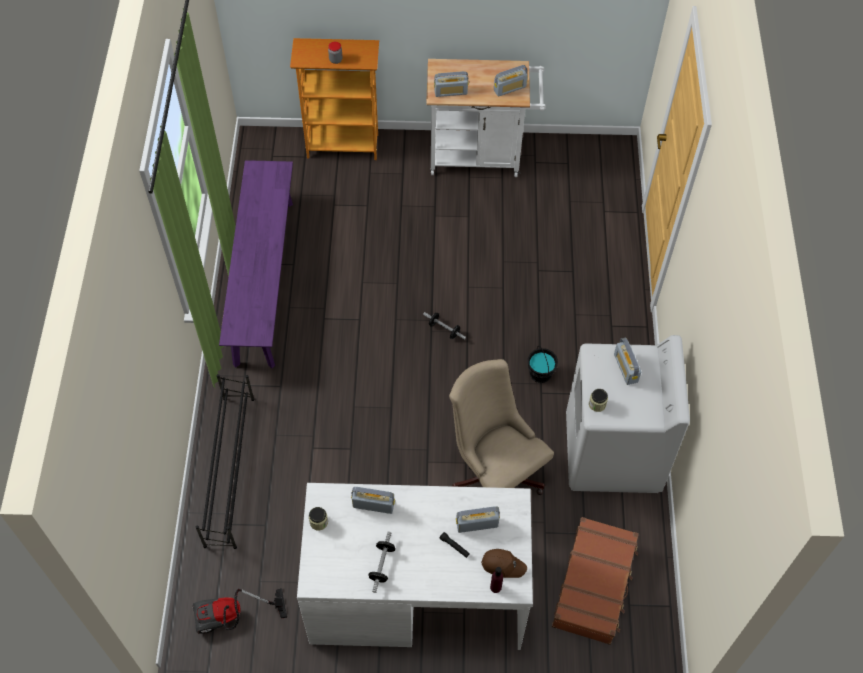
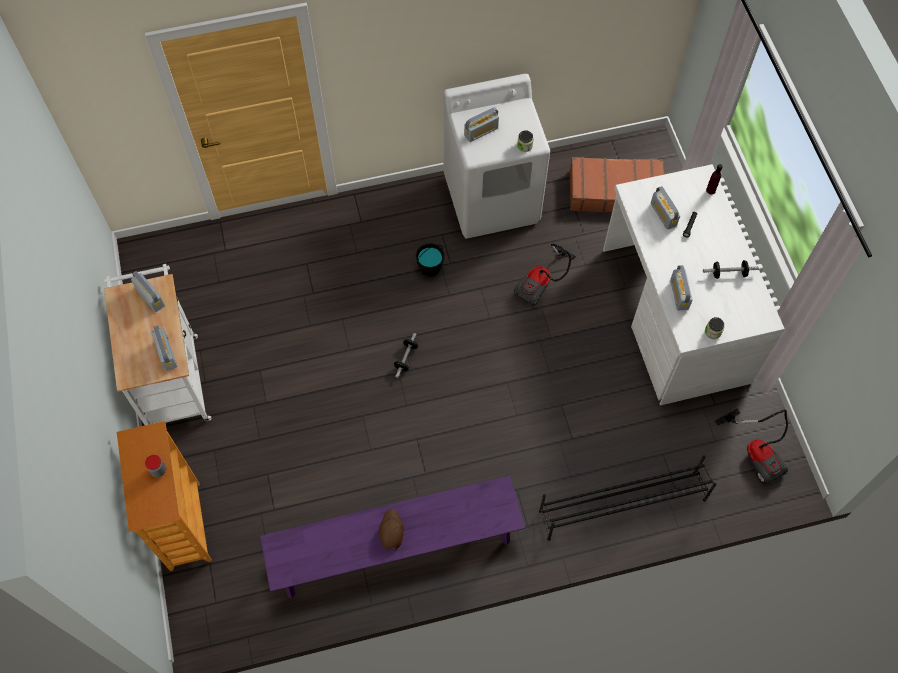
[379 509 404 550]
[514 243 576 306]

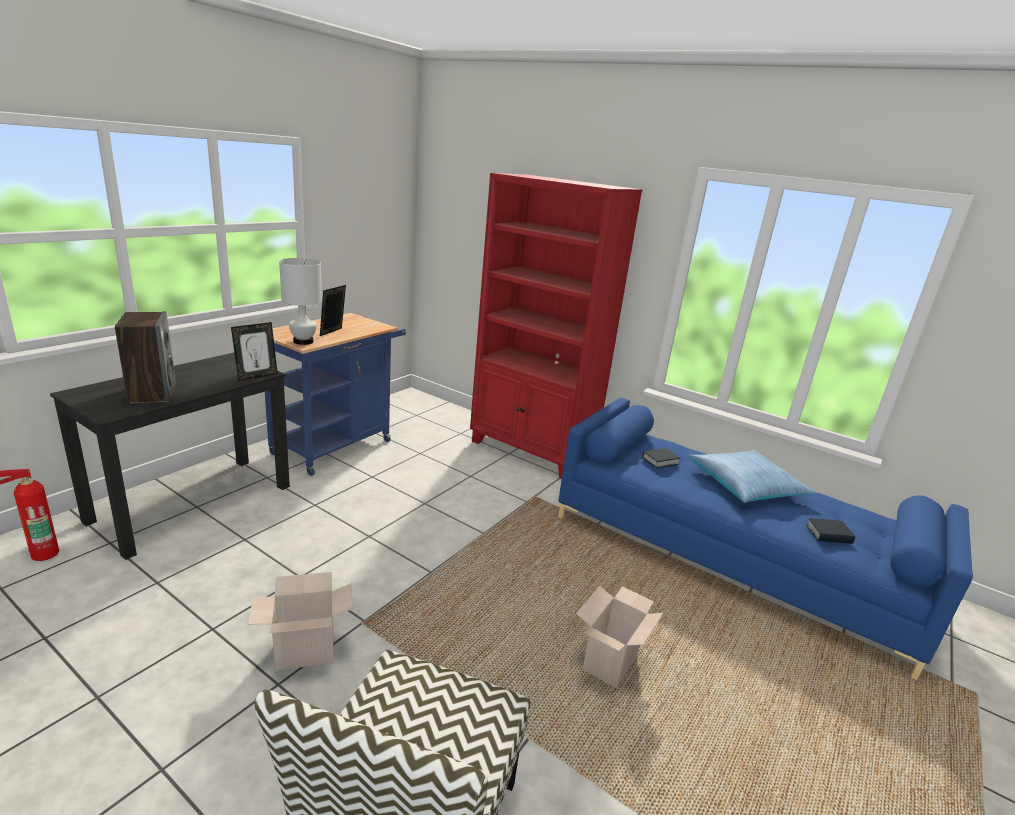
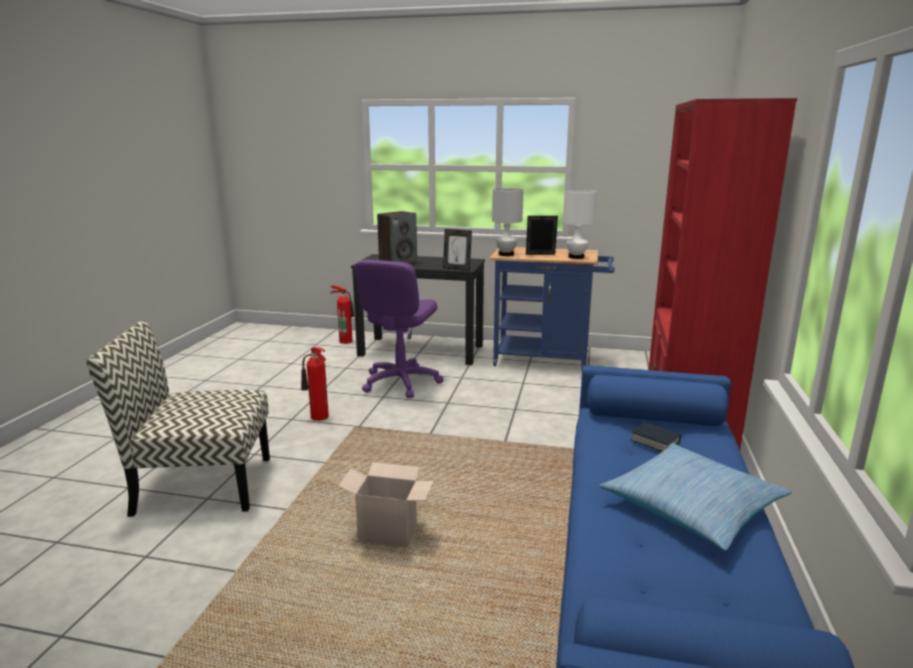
[301 347 329 421]
[354 260 443 398]
[563 189 597 259]
[806 518 855 544] (first image)

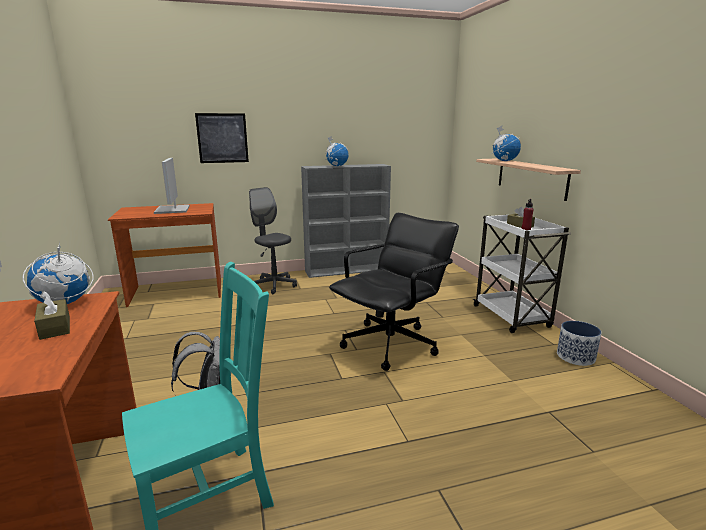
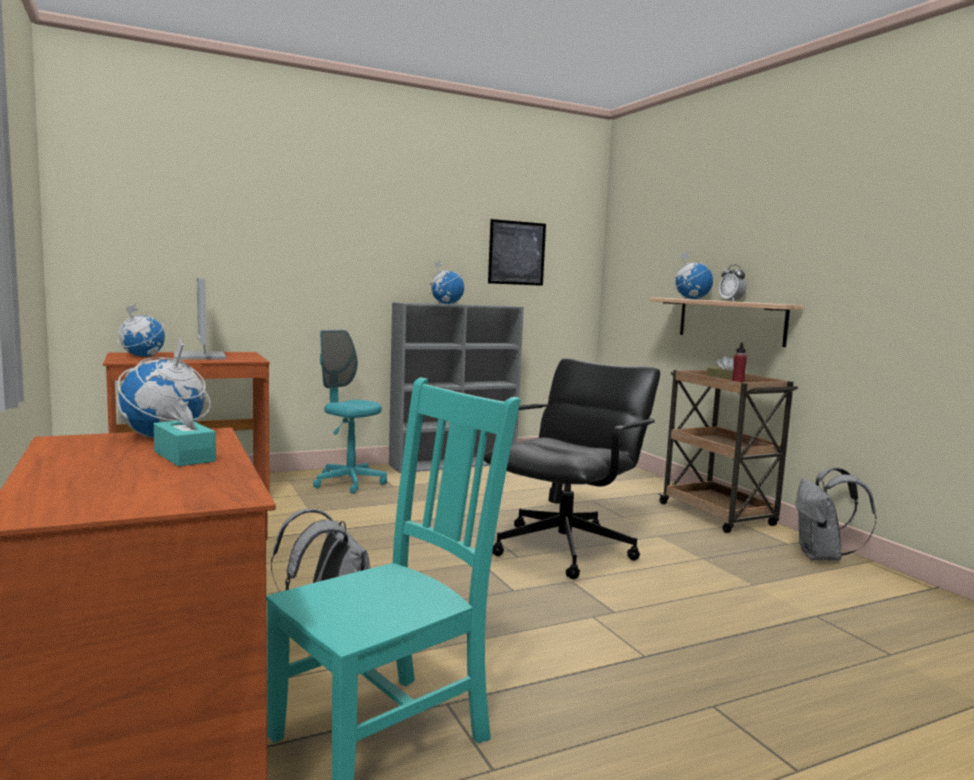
[118 304 165 357]
[154 398 216 467]
[313 329 387 494]
[488 219 546 286]
[659 370 798 533]
[719 264 747 301]
[795 467 876 561]

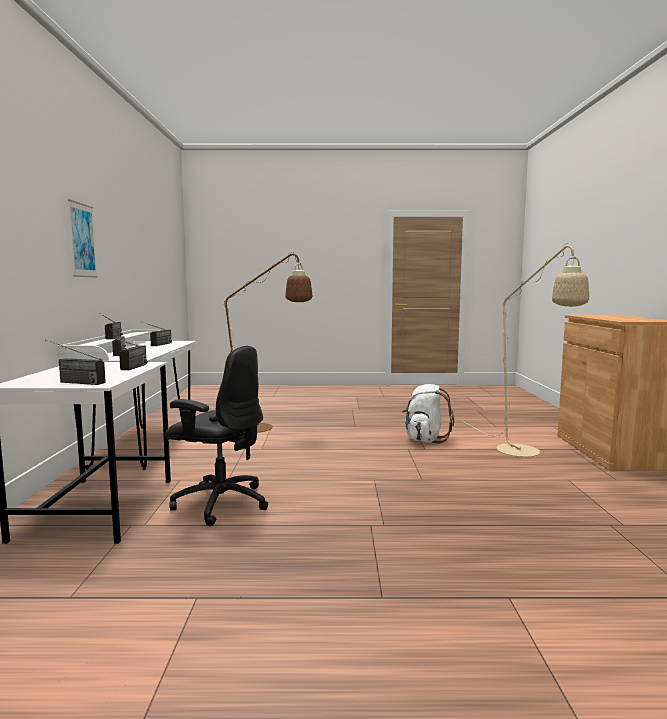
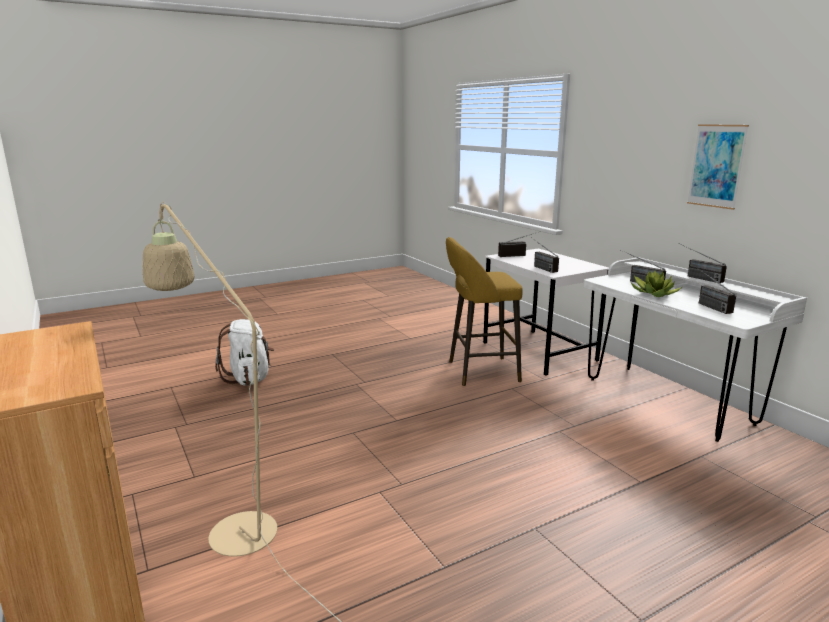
[215 319 274 386]
[446 237 523 386]
[631 271 682 297]
[177 252 312 433] (first image)

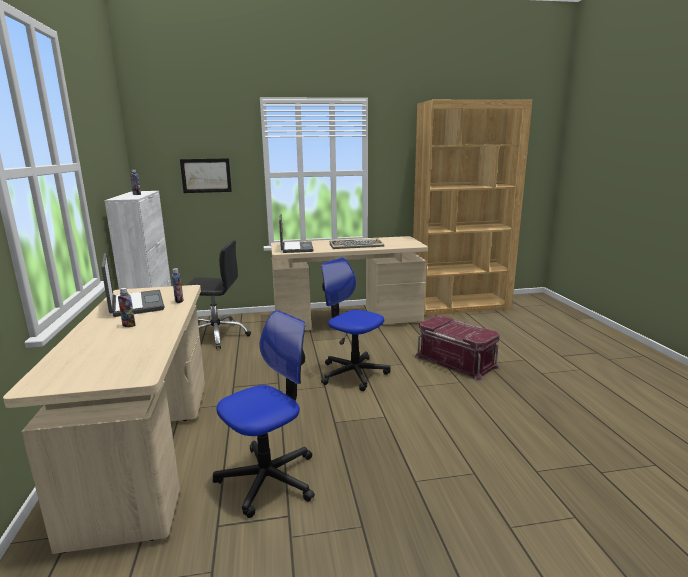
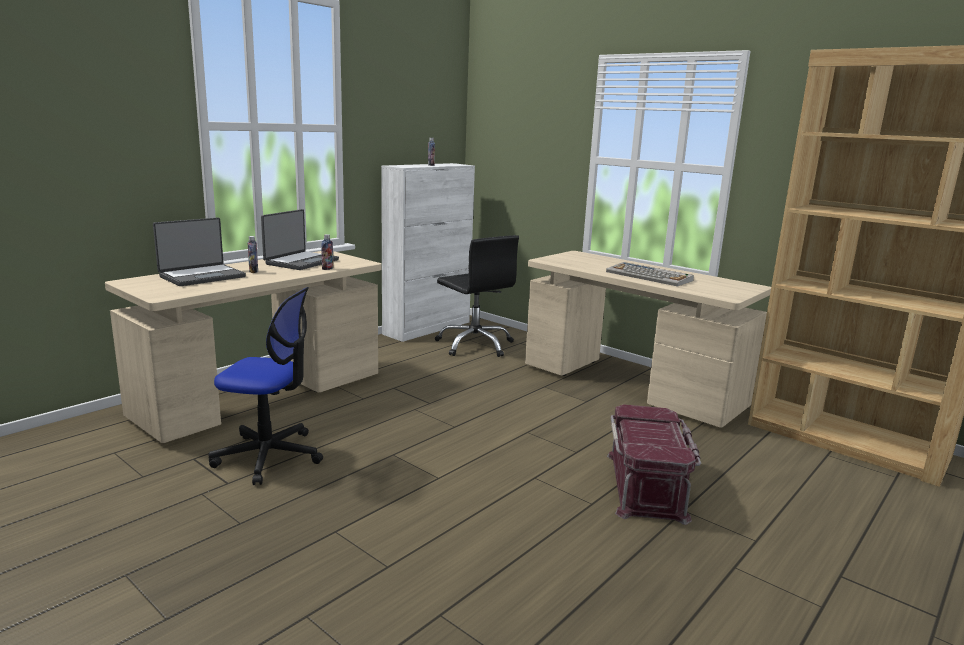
[153 218 246 286]
[180 158 232 193] (first image)
[321 258 391 391] (first image)

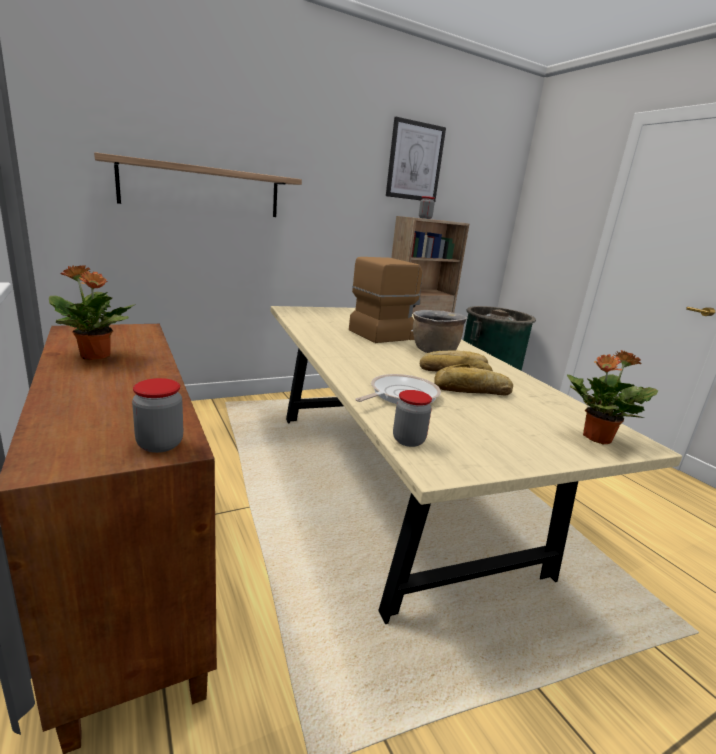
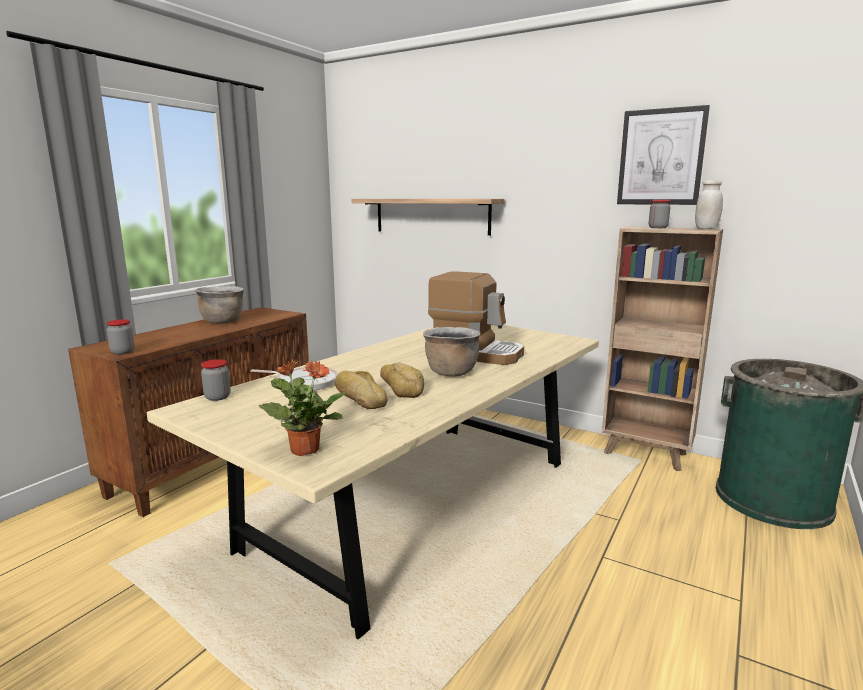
[195 286 244 324]
[695 180 723 229]

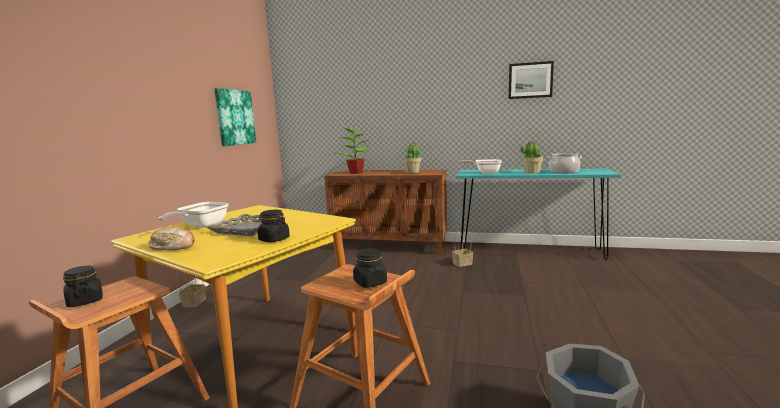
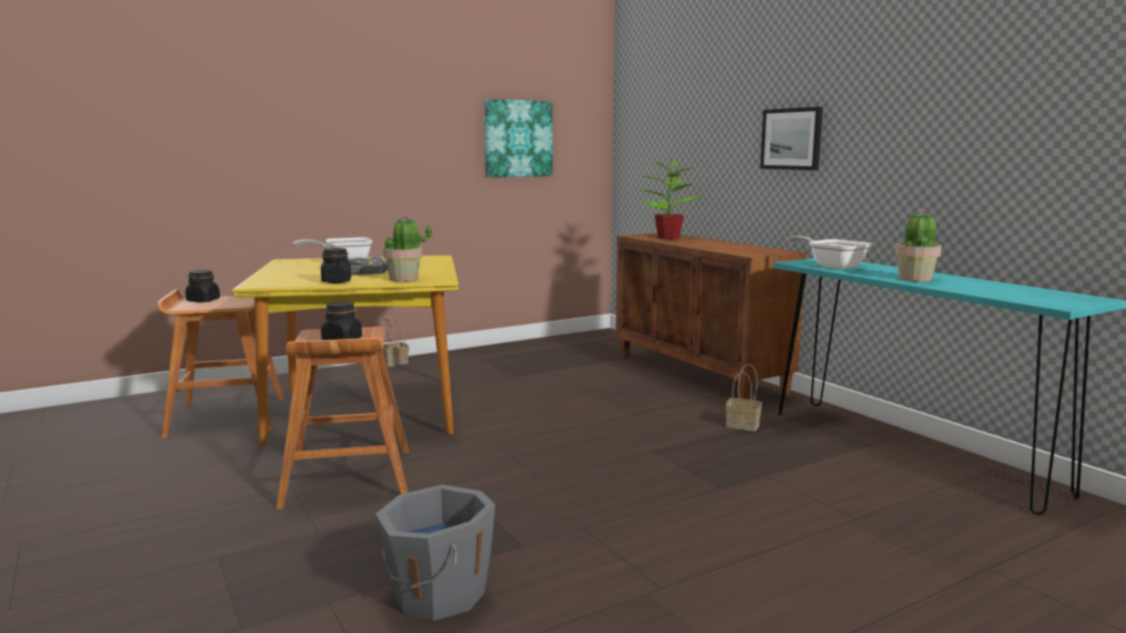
[383 215 432 282]
[760 107 823 170]
[148 227 195 250] (first image)
[548 153 582 173] (first image)

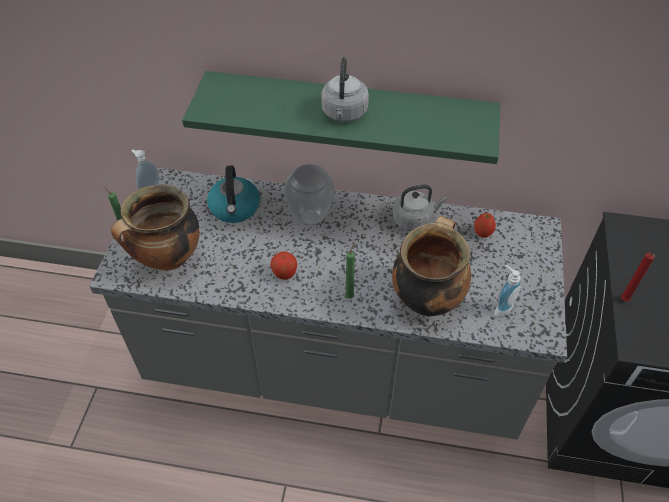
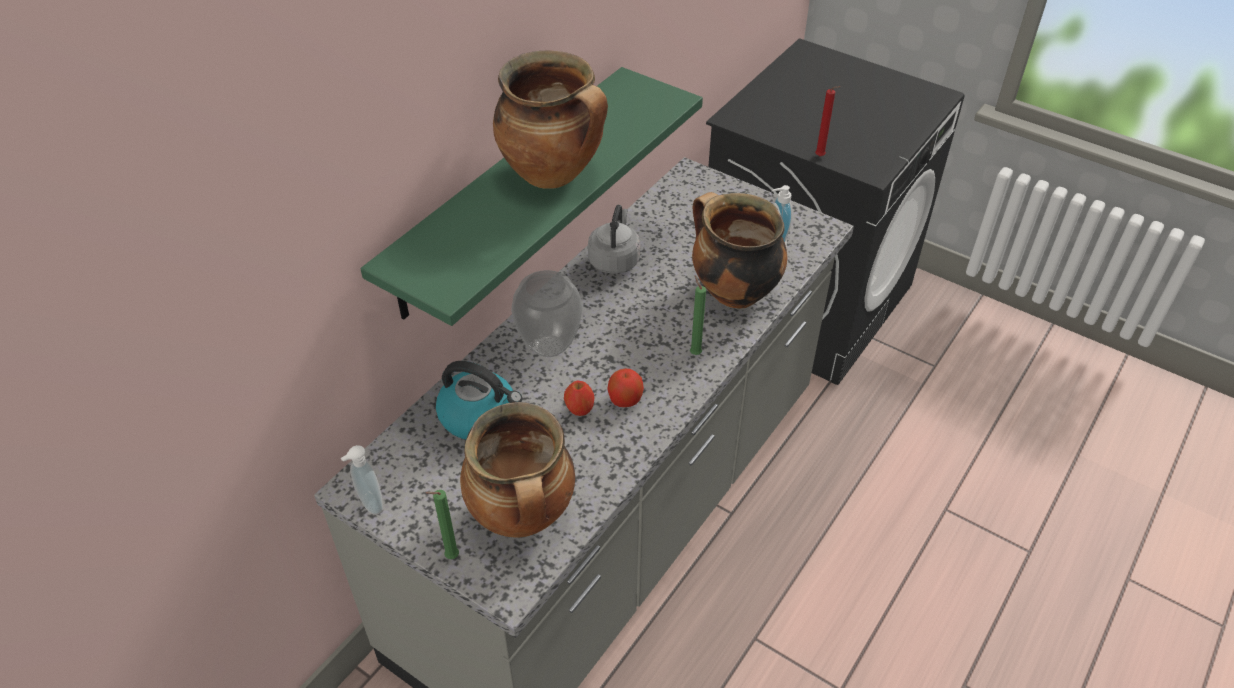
[493 50 608 189]
[564 380 594 416]

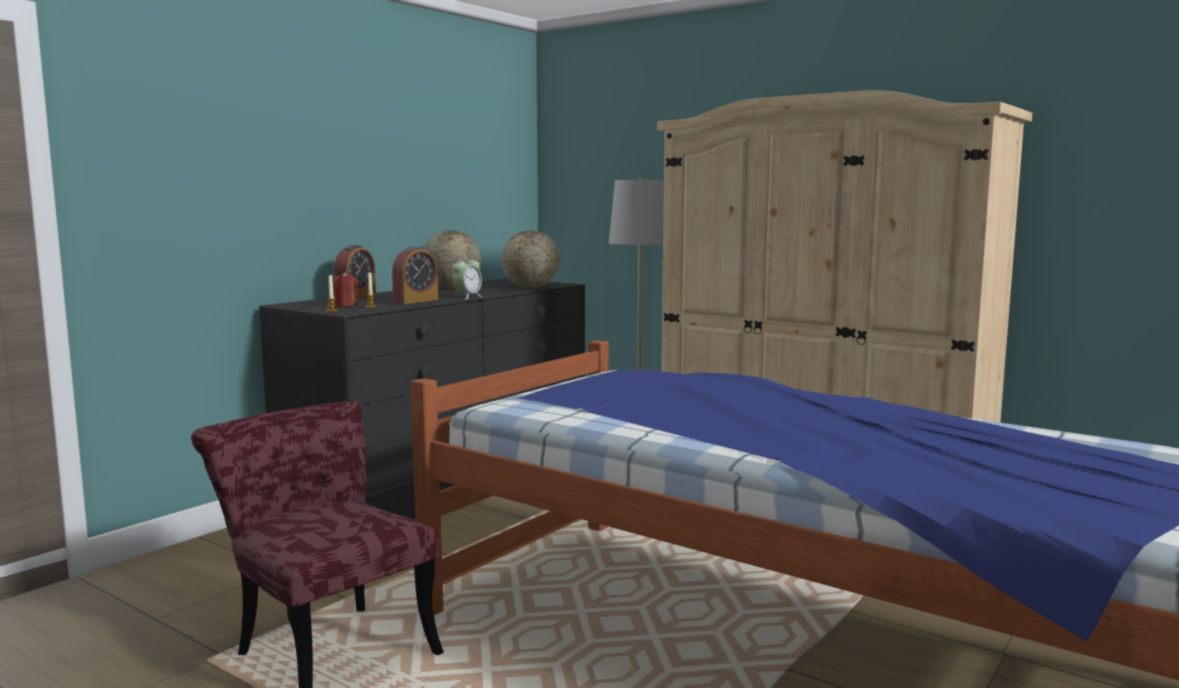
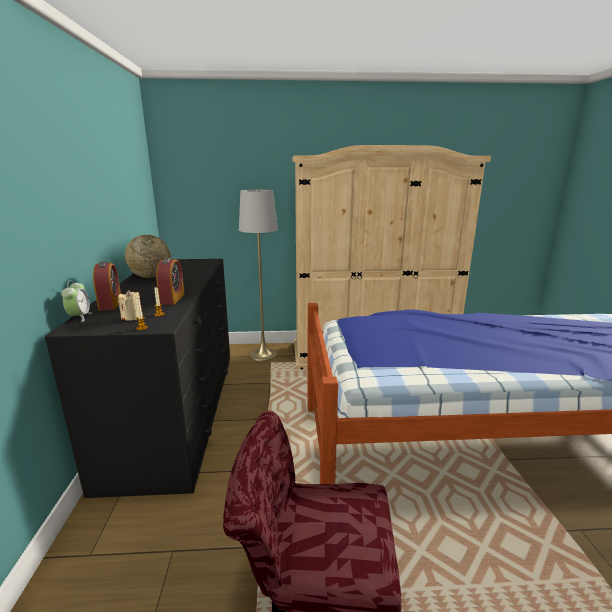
[62 280 92 322]
[118 290 143 321]
[502 230 559 288] (first image)

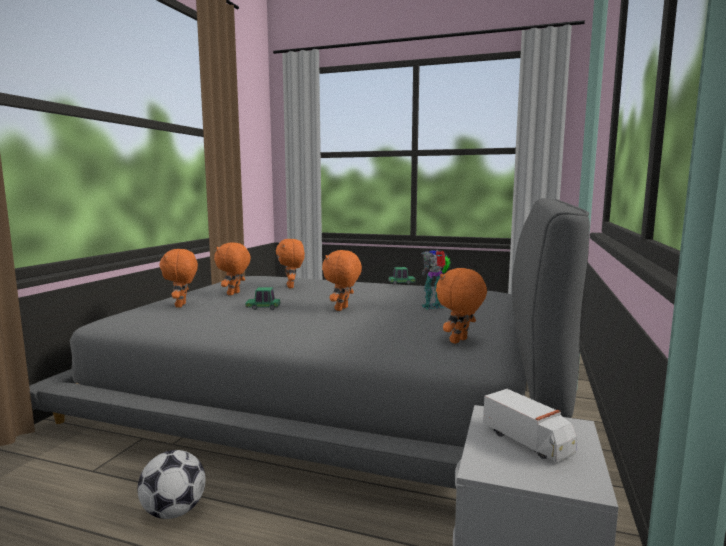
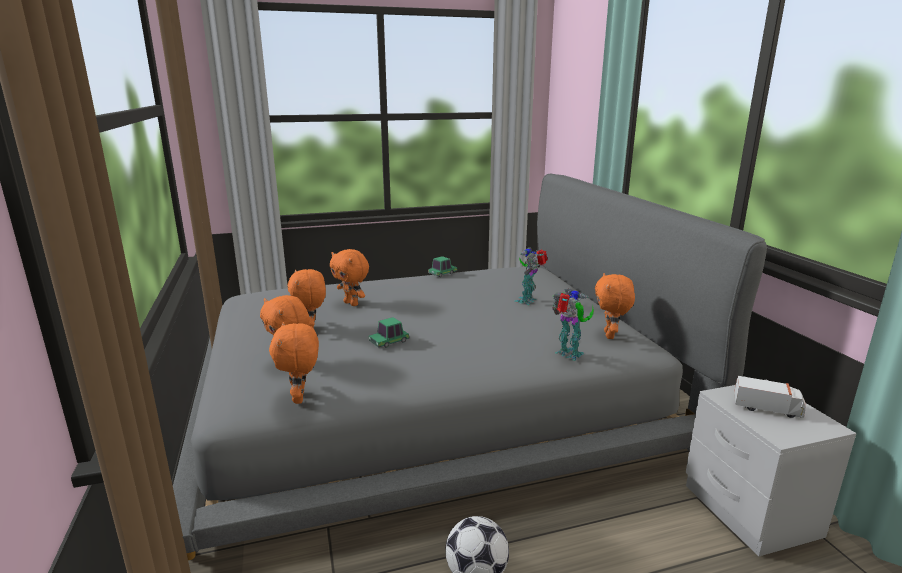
[269 322 319 404]
[552 289 594 361]

